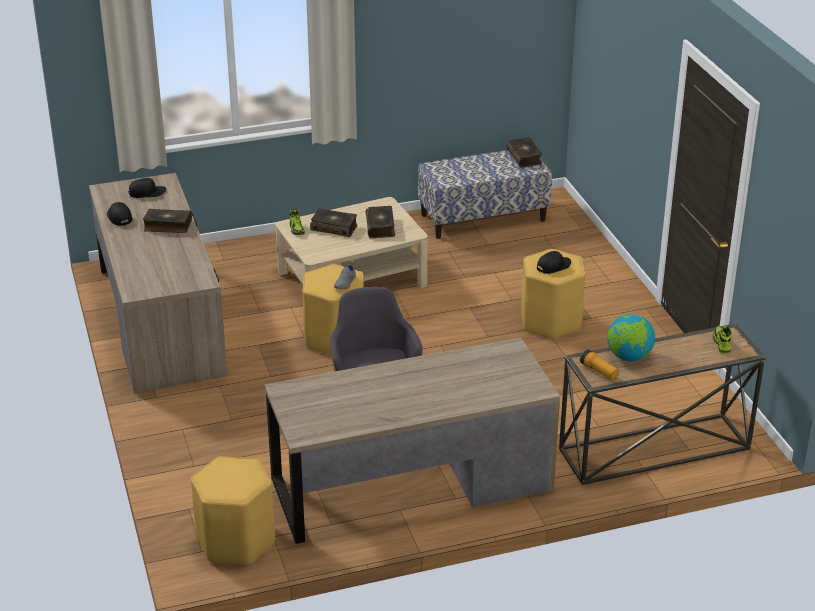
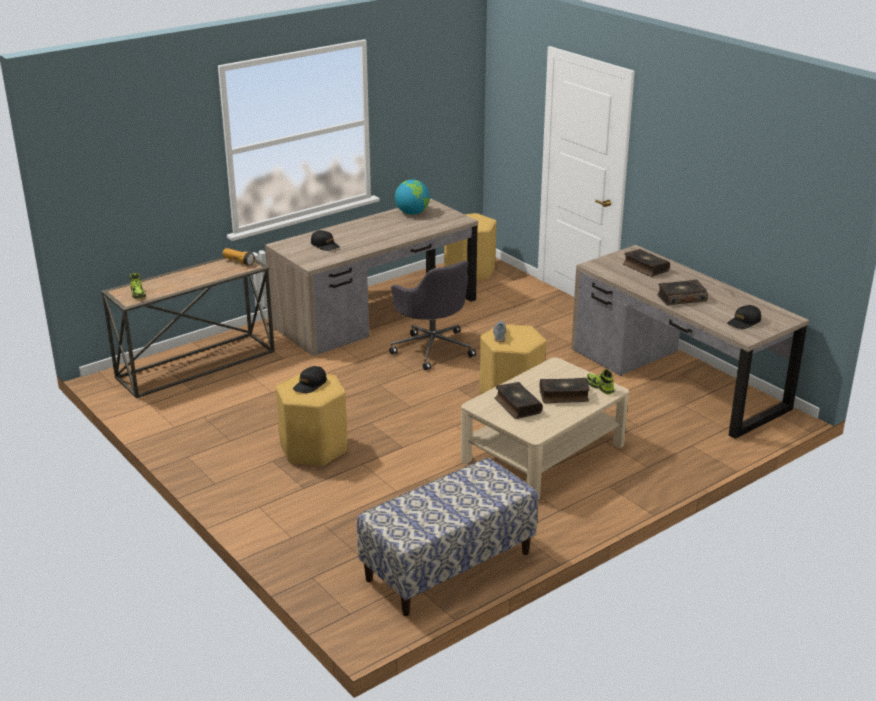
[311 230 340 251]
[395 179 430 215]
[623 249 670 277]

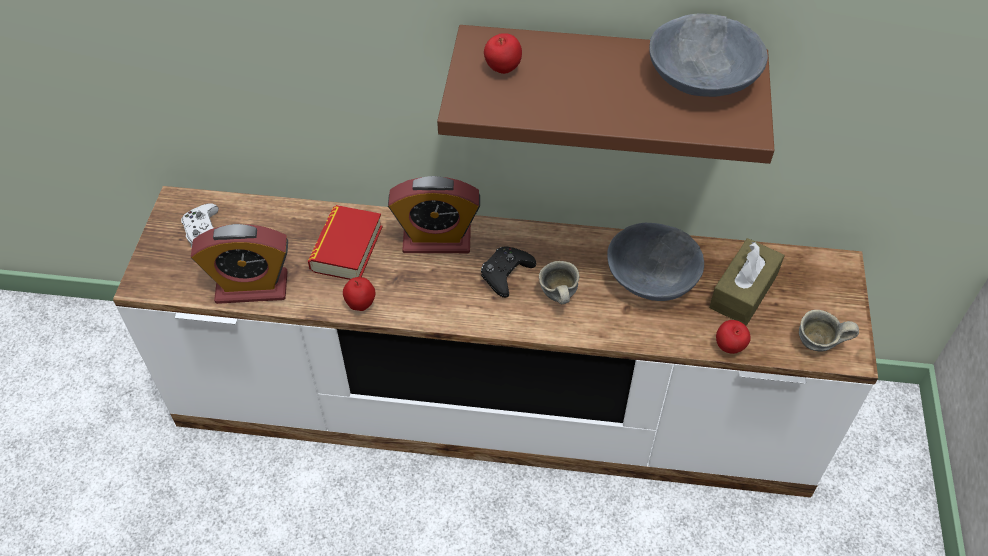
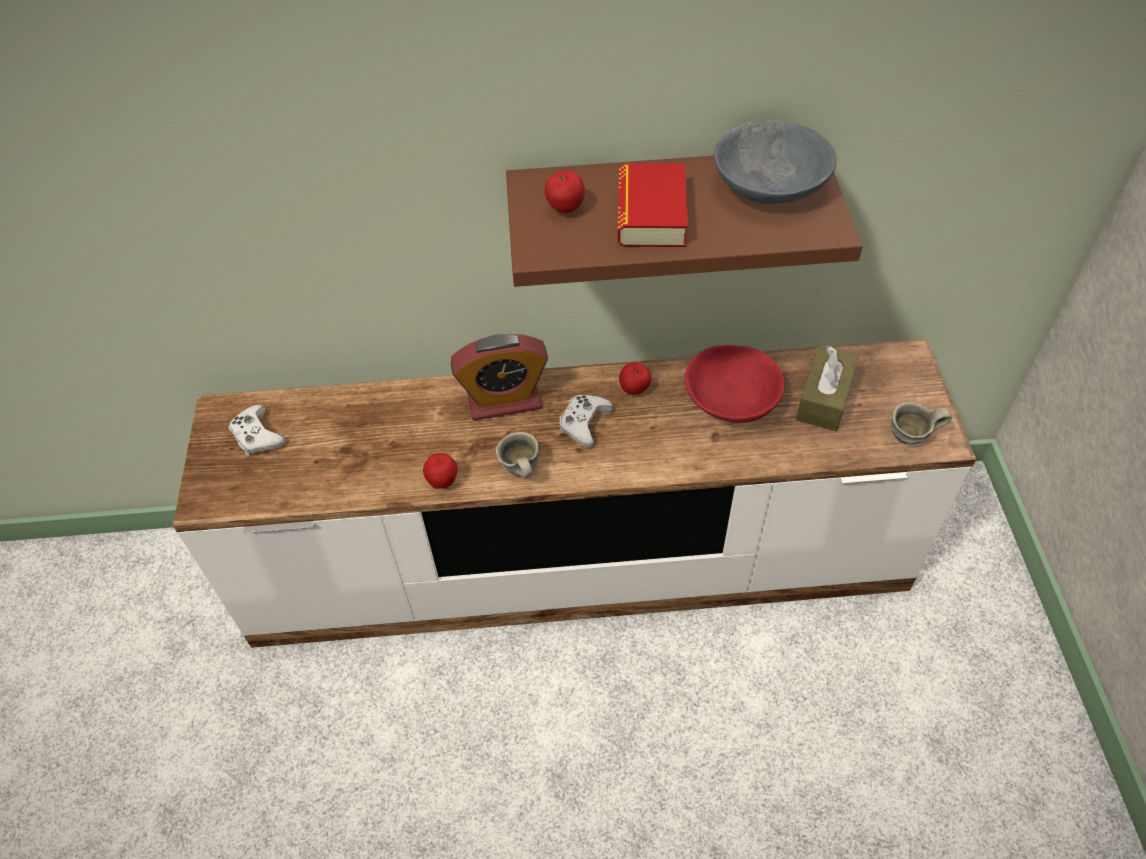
[496 432 539 478]
[560 395 613 448]
[618 163 688 247]
[619 362 652 395]
[685 345 785 423]
[191 224 288 304] (first image)

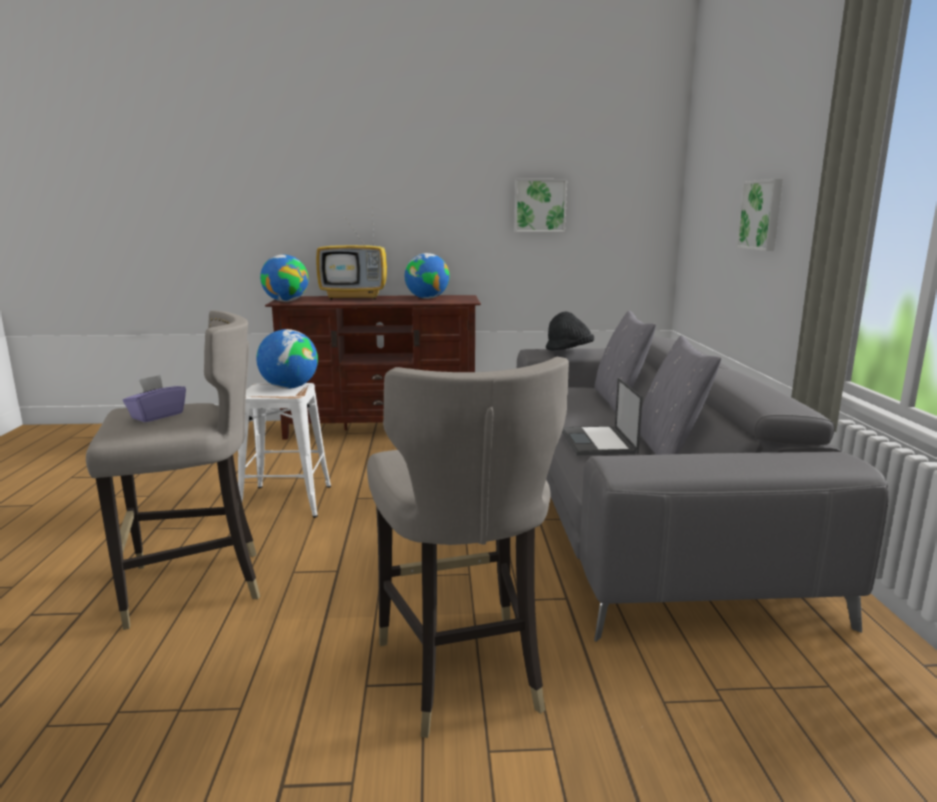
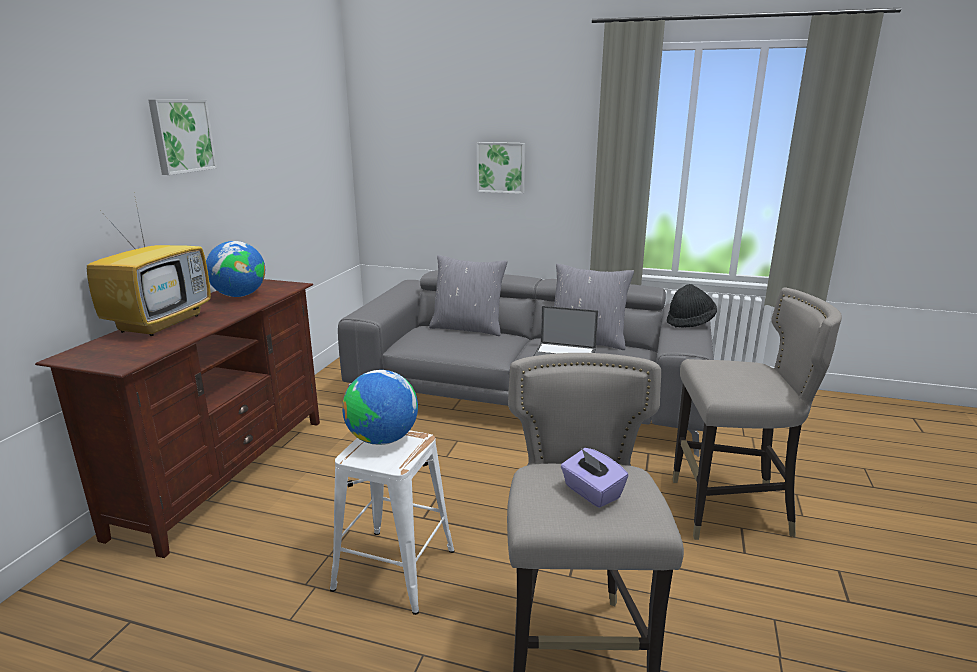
[148 99 217 175]
[667 284 717 328]
[260 255 309 302] (first image)

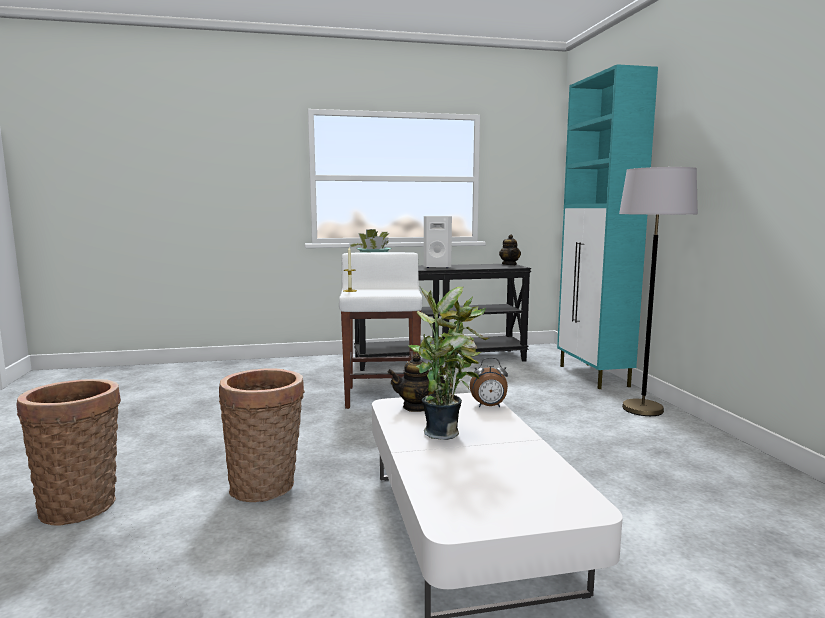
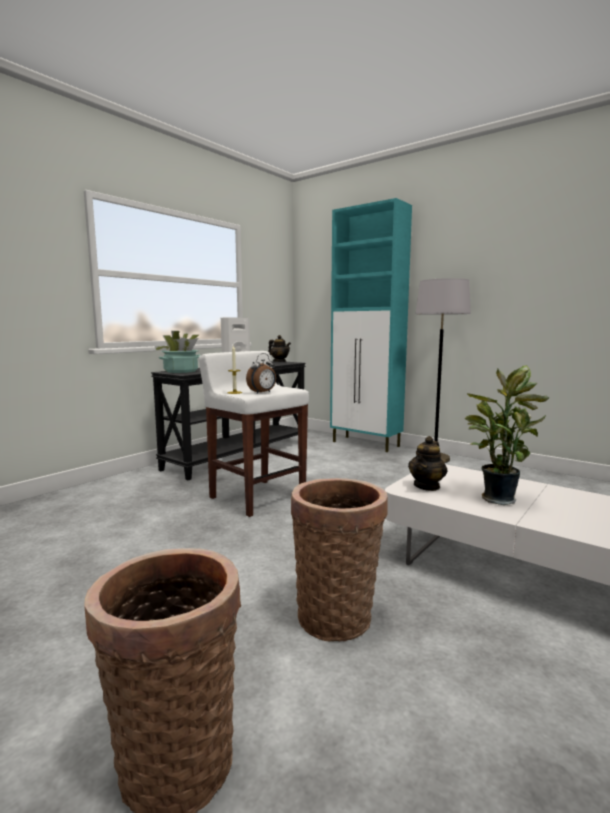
[246 353 276 393]

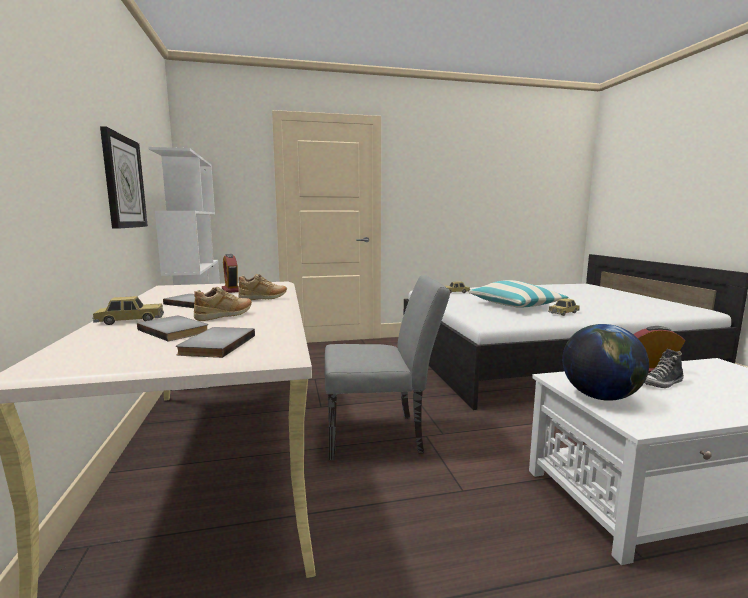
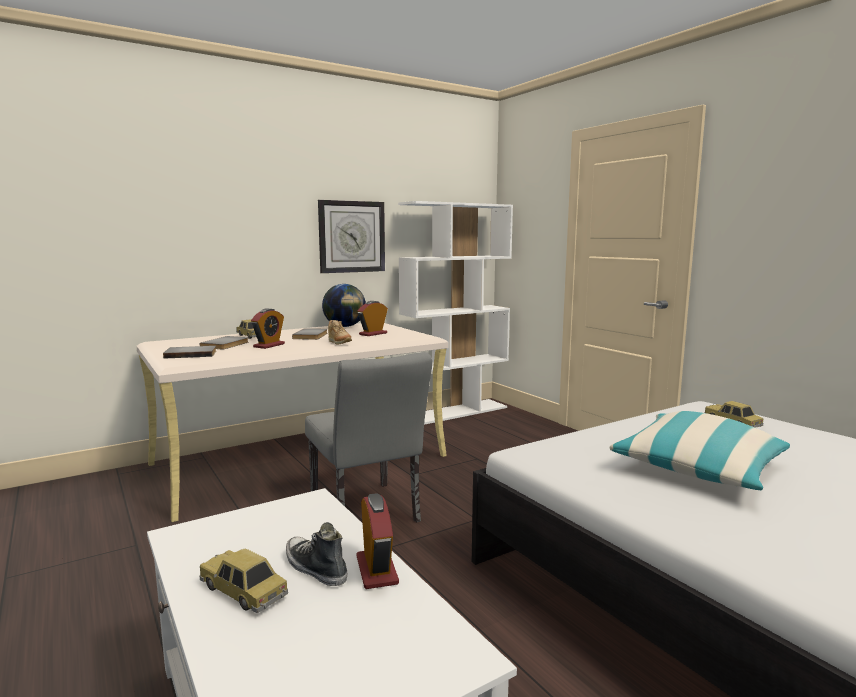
[200 548 288 613]
[251 309 285 349]
[322 284 366 327]

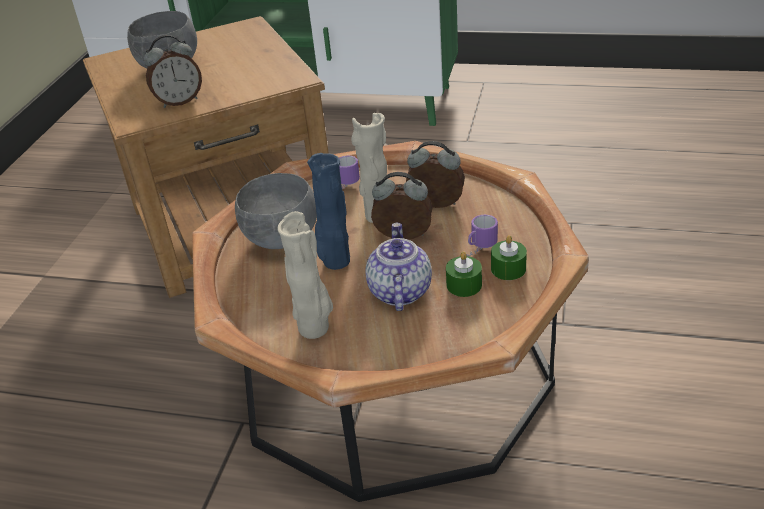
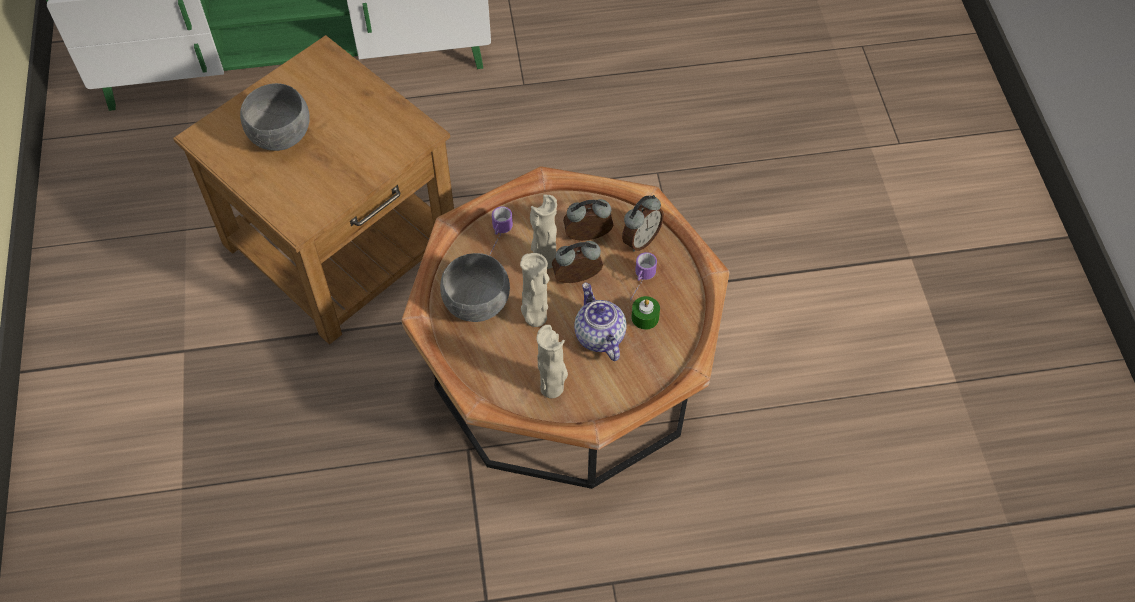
[520 253 549 327]
[622 195 664 252]
[491 235 527 280] (first image)

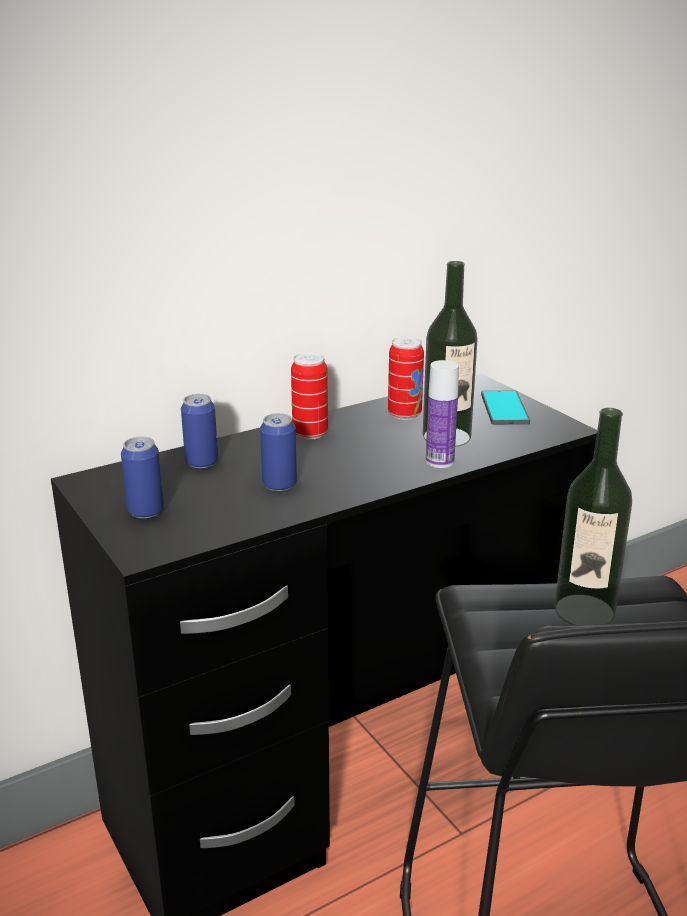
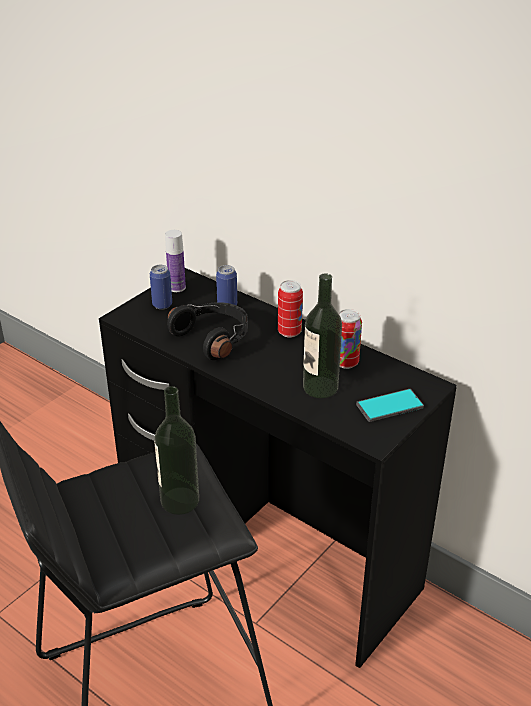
[165 230 186 292]
[167 302 248 360]

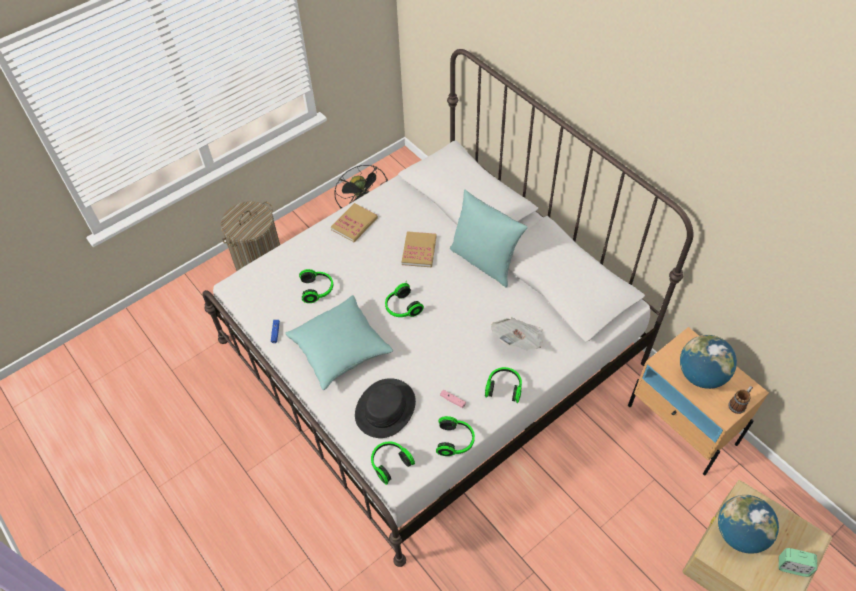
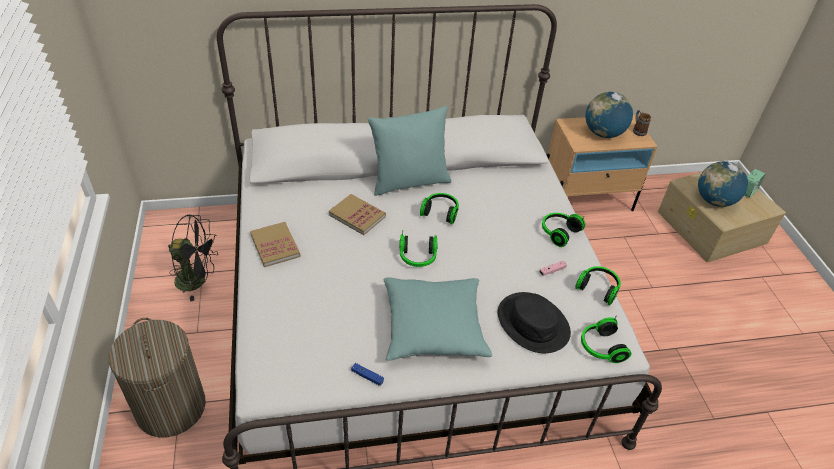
[420 193 459 225]
[491 317 543 350] (first image)

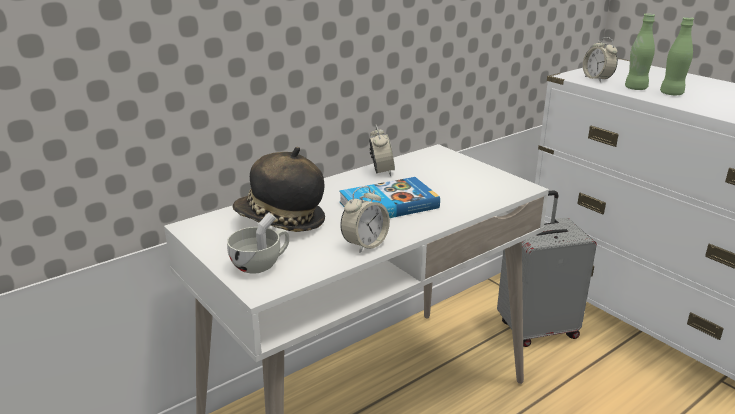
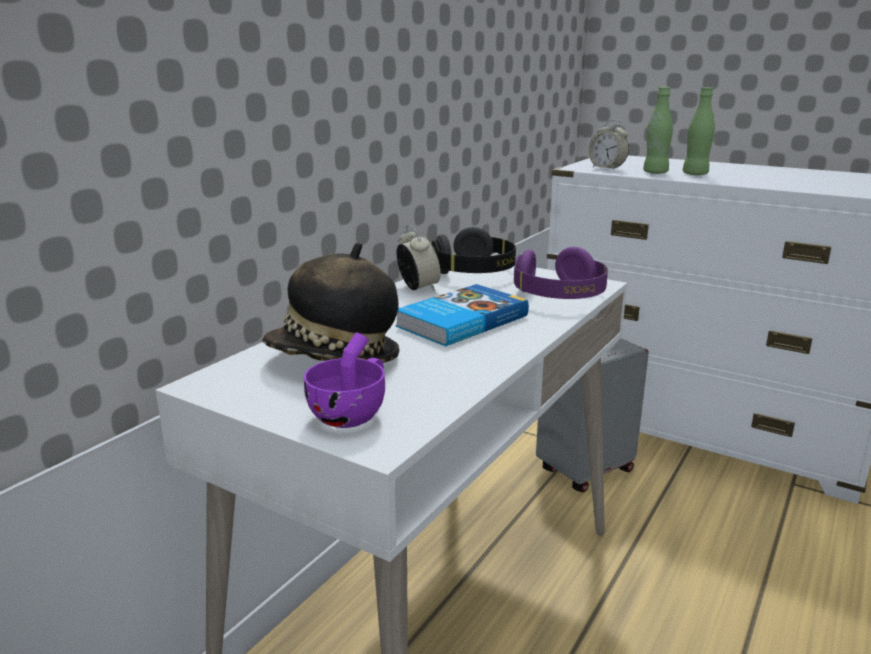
[304 333 385 428]
[431 227 516 274]
[514 247 608 299]
[340 186 390 253] (first image)

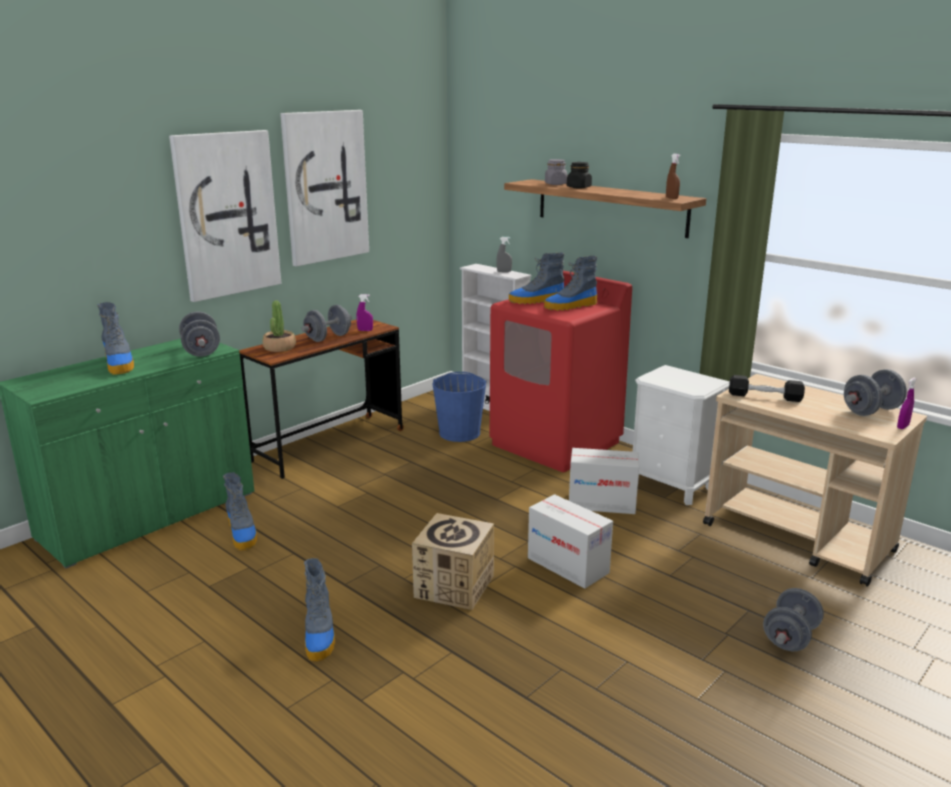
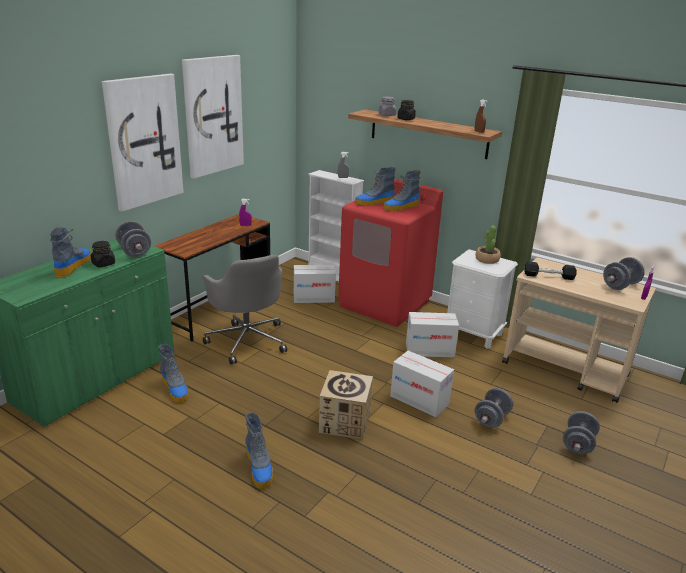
[50 227 91 278]
[91 241 115 267]
[203 254 287 365]
[294 265 336 303]
[475 225 501 264]
[475 388 513 428]

